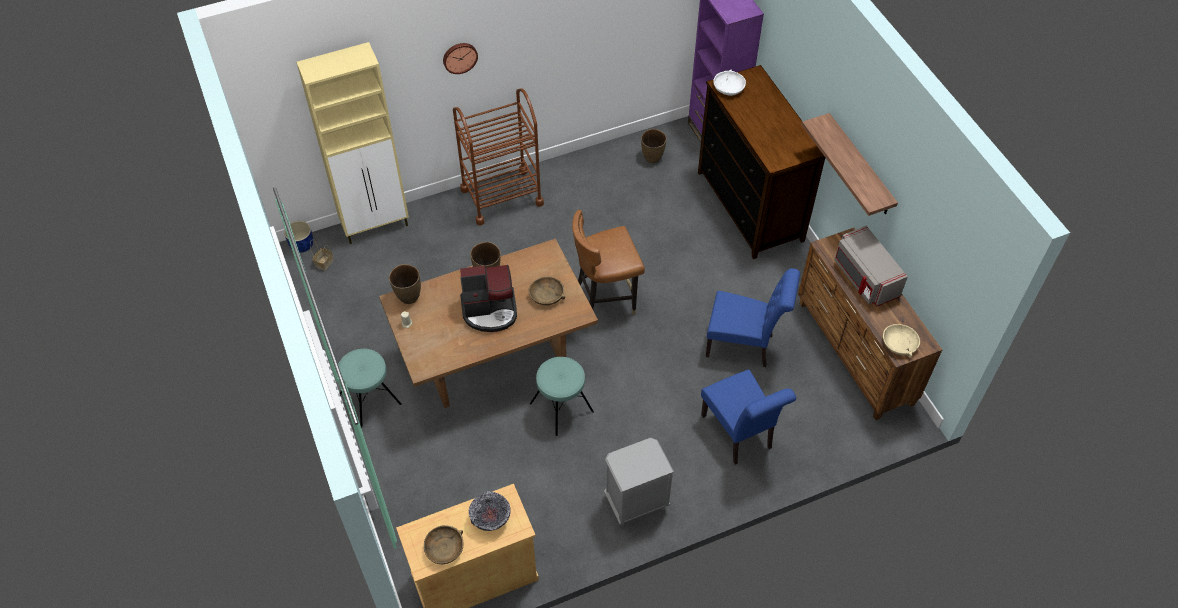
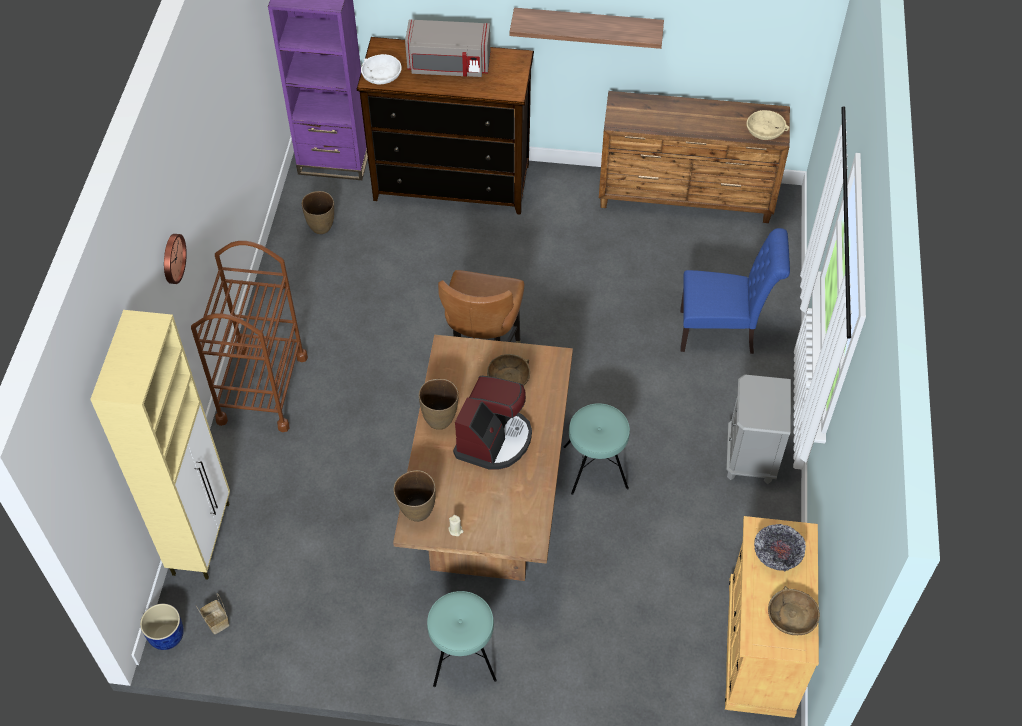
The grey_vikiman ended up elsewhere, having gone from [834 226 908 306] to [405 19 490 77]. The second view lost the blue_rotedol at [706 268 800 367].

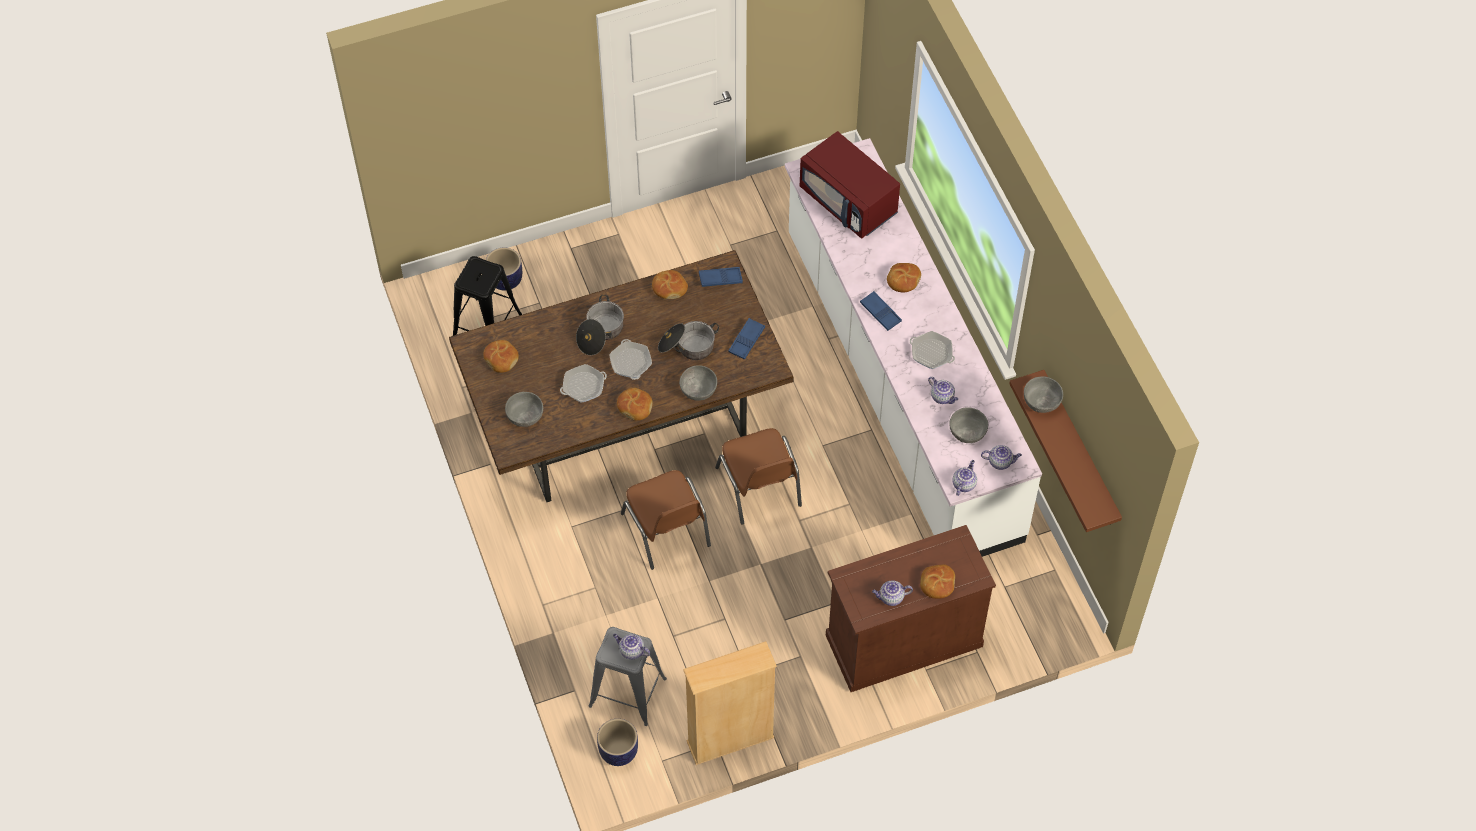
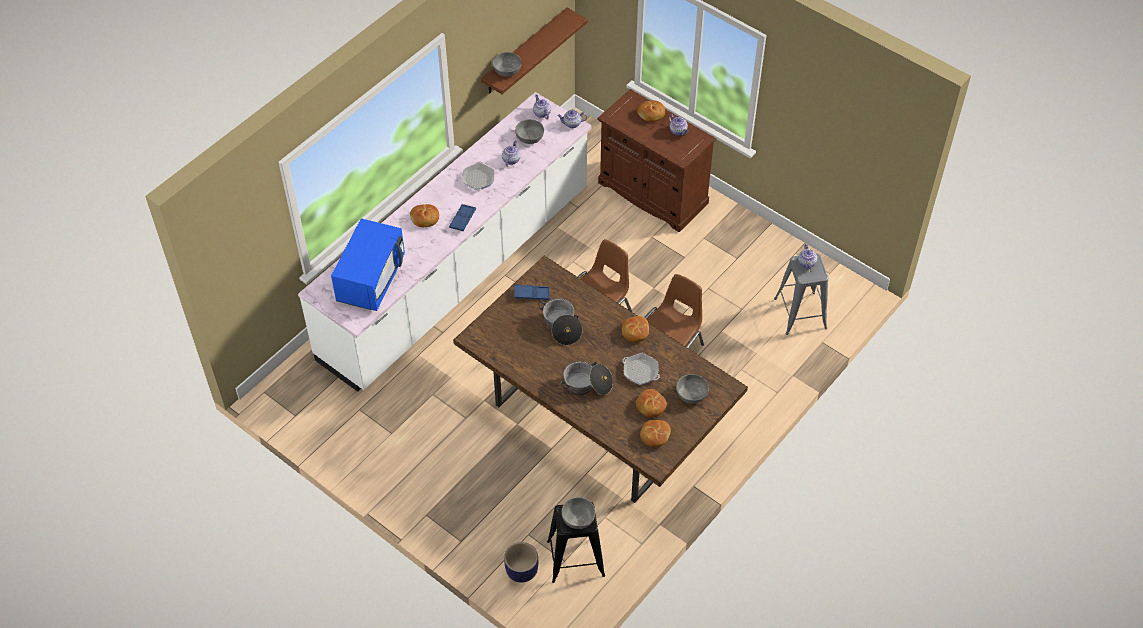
What was the red_vikiman at [800 131 900 239] turned into the blue_vikiman at [331 219 405 311]. The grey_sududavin ended up elsewhere, having gone from [679 365 717 401] to [561 497 595 529]. The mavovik ended up elsewhere, having gone from [652 270 688 299] to [636 389 667 417]. The second view lost the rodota at [597 719 638 766]. The second view lost the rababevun at [609 339 652 380]. The second view lost the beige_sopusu at [683 641 777 765]. The second view lost the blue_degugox at [699 267 743 287].

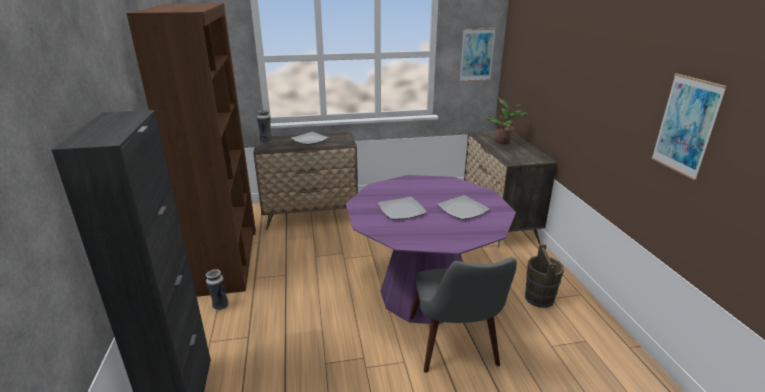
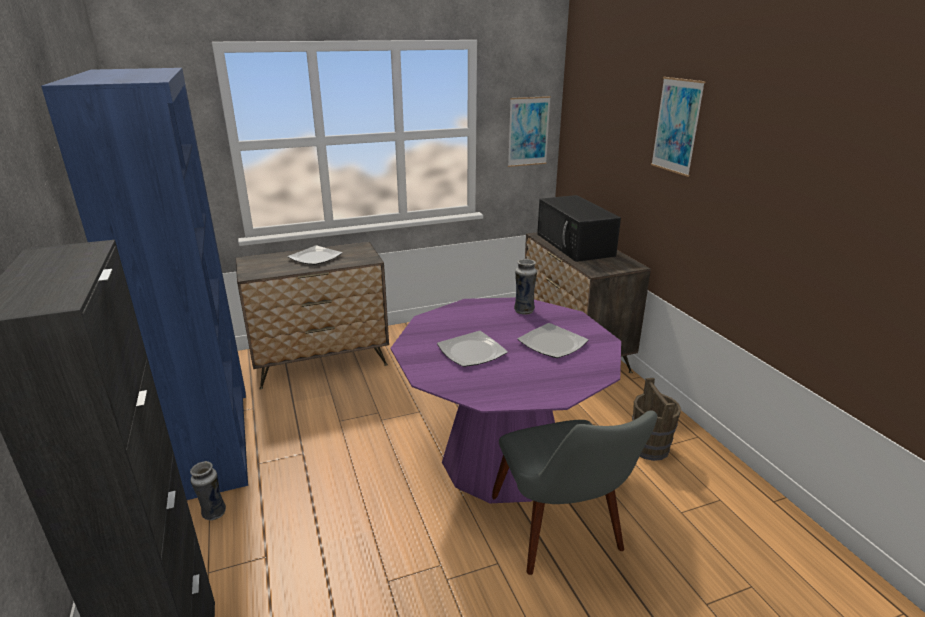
What was the brown_sopusu at [126 3 256 297] turned into the blue_sopusu at [41 68 248 500]. The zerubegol ended up elsewhere, having gone from [257 110 272 144] to [514 259 537 315]. Where the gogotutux stood at [487 98 527 144], the black_vikiman came to stand at [537 195 621 262]. The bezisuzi ended up elsewhere, having gone from [651 73 728 180] to [651 77 706 177].

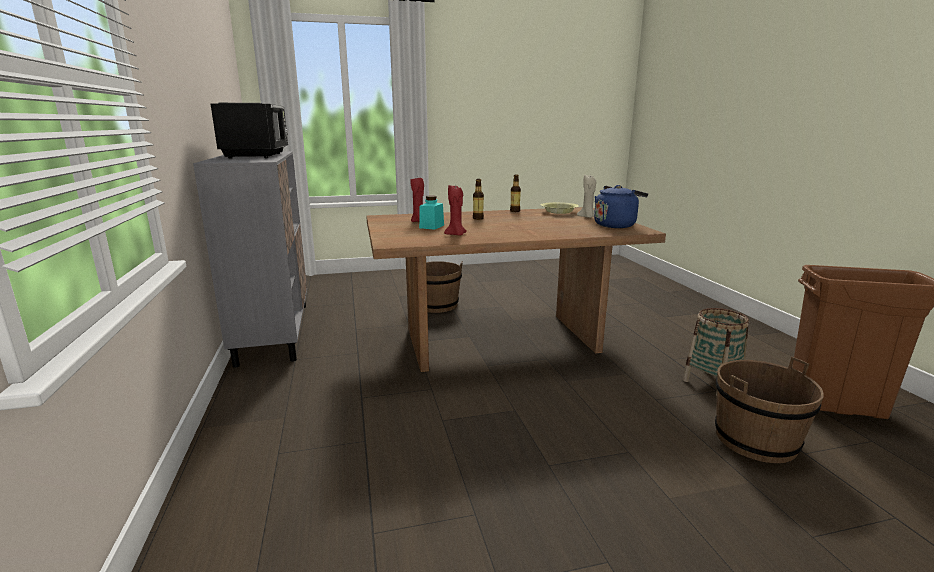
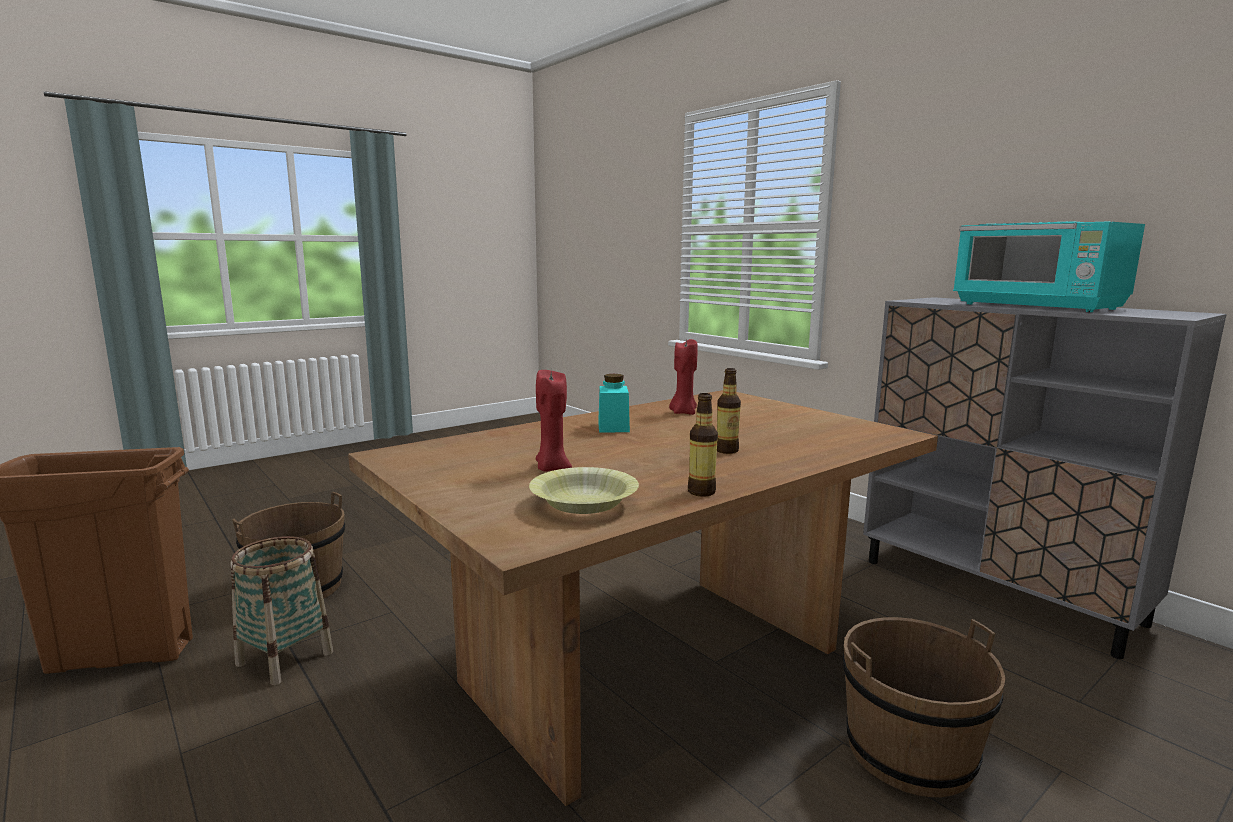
The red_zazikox ended up elsewhere, having gone from [410 178 424 222] to [536 370 572 471]. The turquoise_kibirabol ended up elsewhere, having gone from [419 195 444 230] to [598 374 630 432]. What was the black_vikiman at [210 103 288 159] turned into the turquoise_vikiman at [953 221 1145 312]. The second view lost the beige_zazikox at [577 175 596 218]. The second view lost the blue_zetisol at [594 185 648 228].

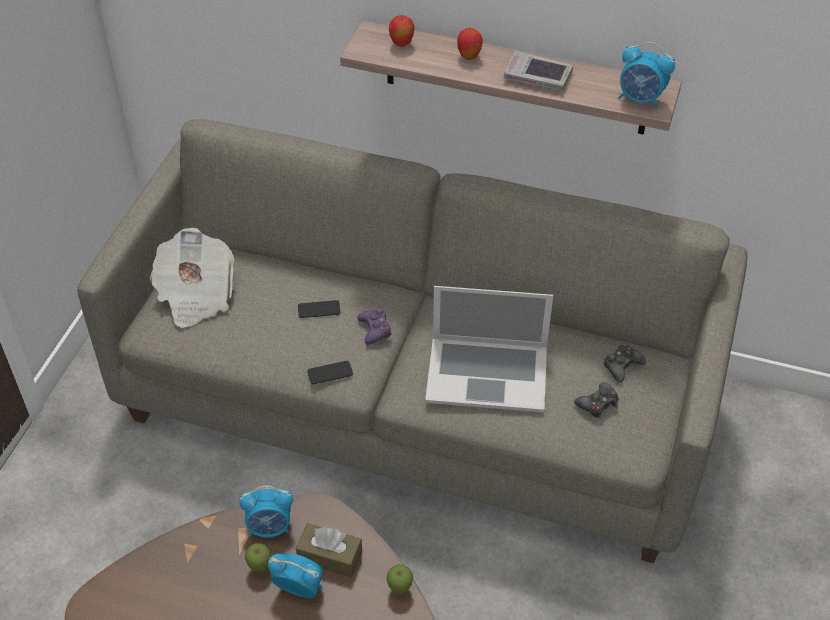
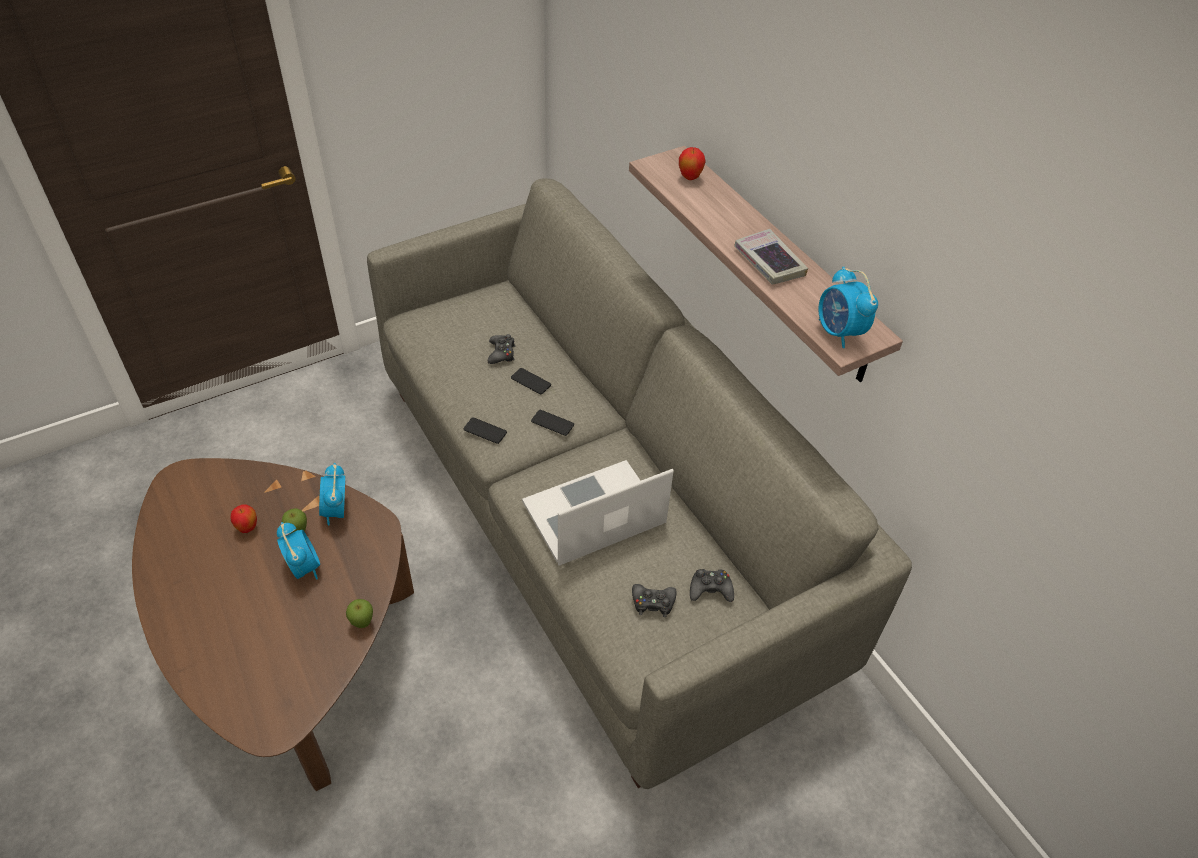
The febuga ended up elsewhere, having gone from [457 28 483 60] to [230 504 257 533]. The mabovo at [239 485 293 538] ended up facing another way, 45 degrees clockwise from before. The second view gained the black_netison at [488 334 515 364]. The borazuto at [425 286 553 413] ended up facing another way, 105 degrees clockwise from before. Where the purple_netison stood at [357 308 392 345], the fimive came to stand at [531 410 574 436]. The second view lost the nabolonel at [150 228 235 328]. The second view lost the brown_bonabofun at [296 523 362 578].

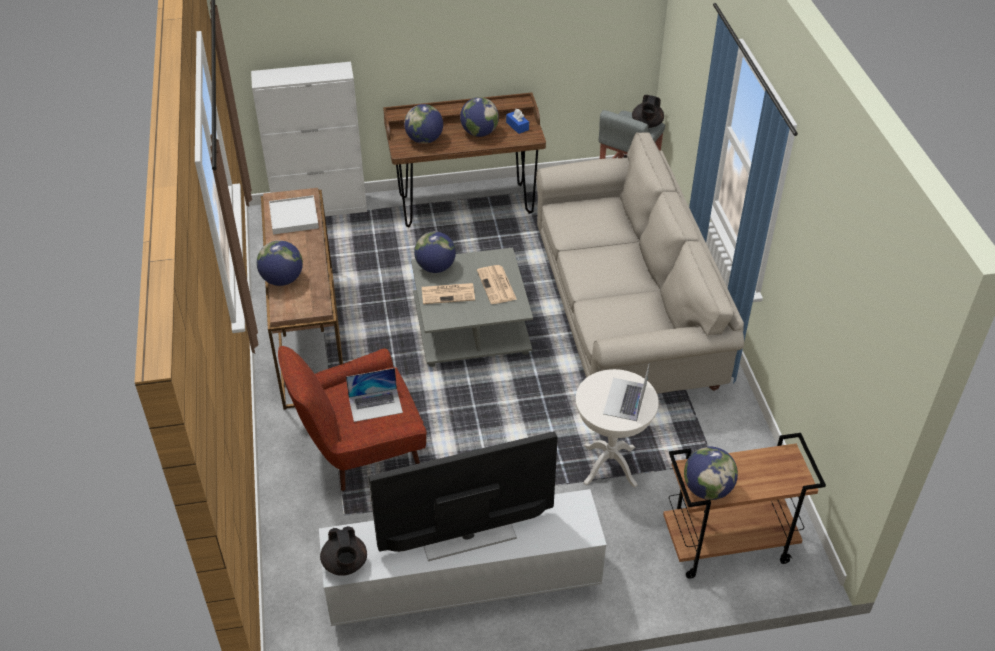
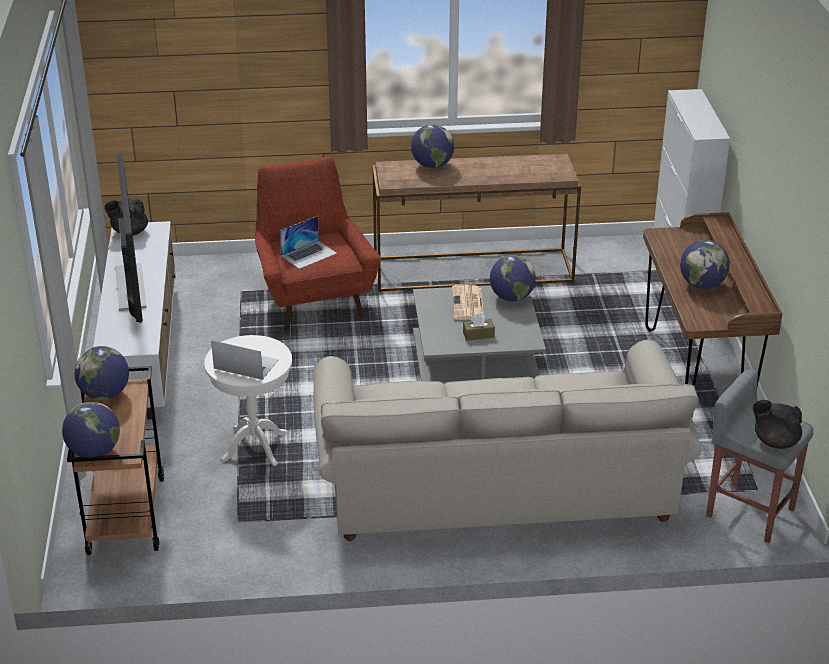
The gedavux ended up elsewhere, having gone from [404 104 443 144] to [62 402 120 457]. The borazuto at [346 368 403 422] ended up facing another way, 120 degrees counterclockwise from before. Where the nabolonel stood at [477 265 517 304], the brown_bonabofun came to stand at [463 313 495 341]. The second view lost the white_degugox at [269 195 319 234]. The second view lost the blue_bonabofun at [506 109 529 134].

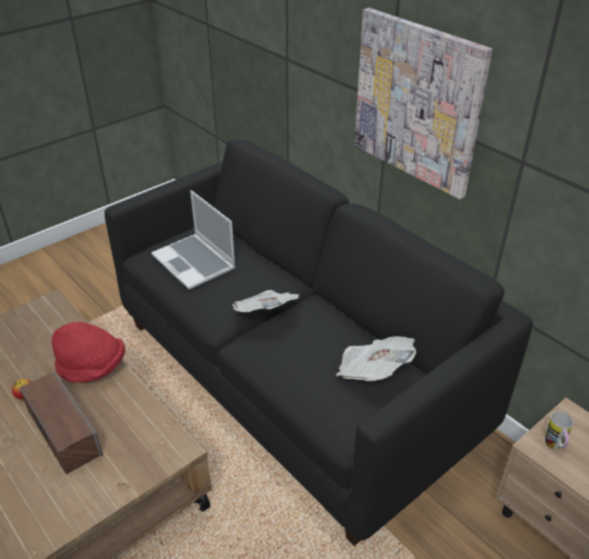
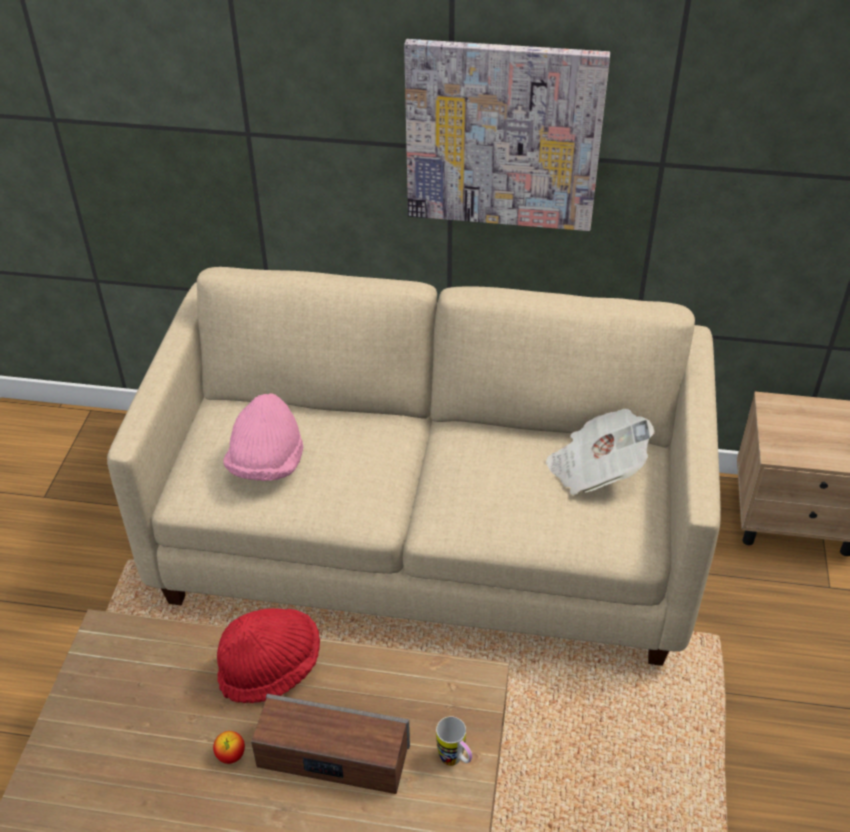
What was the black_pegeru at [105 139 533 546] turned into the beige_pegeru at [107 267 721 666]. Where the borazuto stood at [151 190 236 290], the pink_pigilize came to stand at [223 393 303 481]. The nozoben ended up elsewhere, having gone from [545 411 574 449] to [436 716 472 766]. The second view lost the nabolonel at [233 290 299 312].

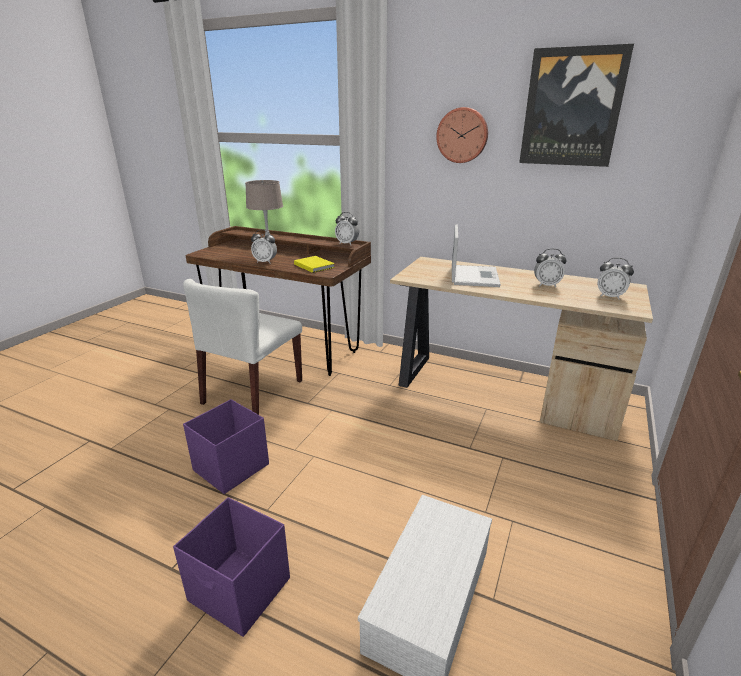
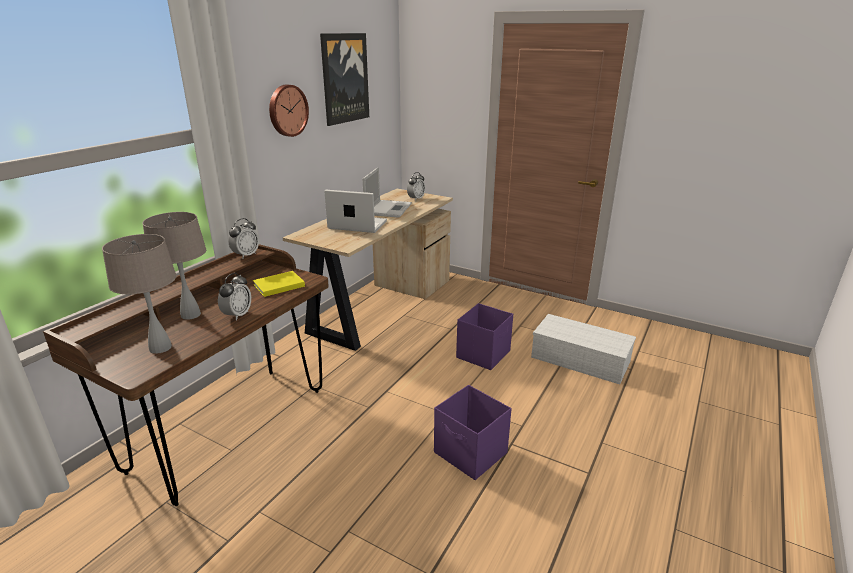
The second view gained the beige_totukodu at [102 234 177 354]. Where the mabovo stood at [534 248 567 287], the borazuto came to stand at [362 167 412 218]. The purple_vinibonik ended up elsewhere, having gone from [173 497 290 637] to [456 303 513 370]. The second view lost the white_rotedol at [183 279 302 415].

